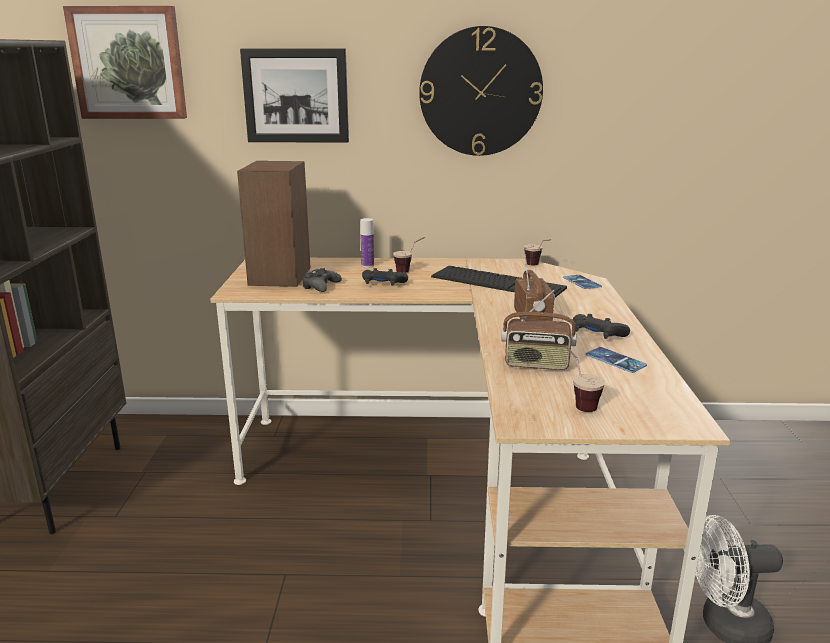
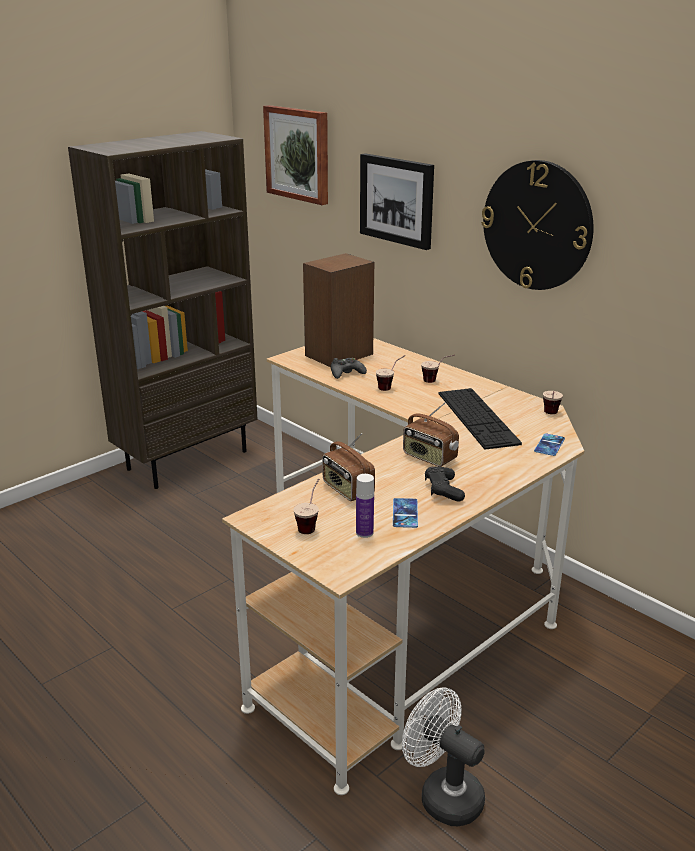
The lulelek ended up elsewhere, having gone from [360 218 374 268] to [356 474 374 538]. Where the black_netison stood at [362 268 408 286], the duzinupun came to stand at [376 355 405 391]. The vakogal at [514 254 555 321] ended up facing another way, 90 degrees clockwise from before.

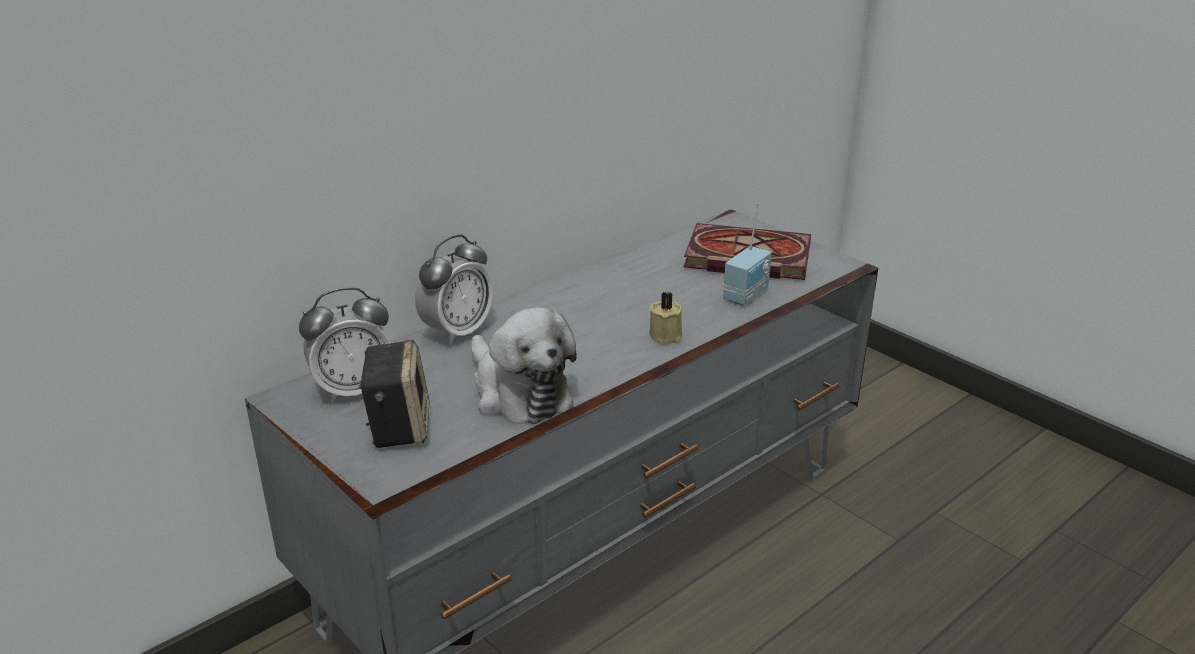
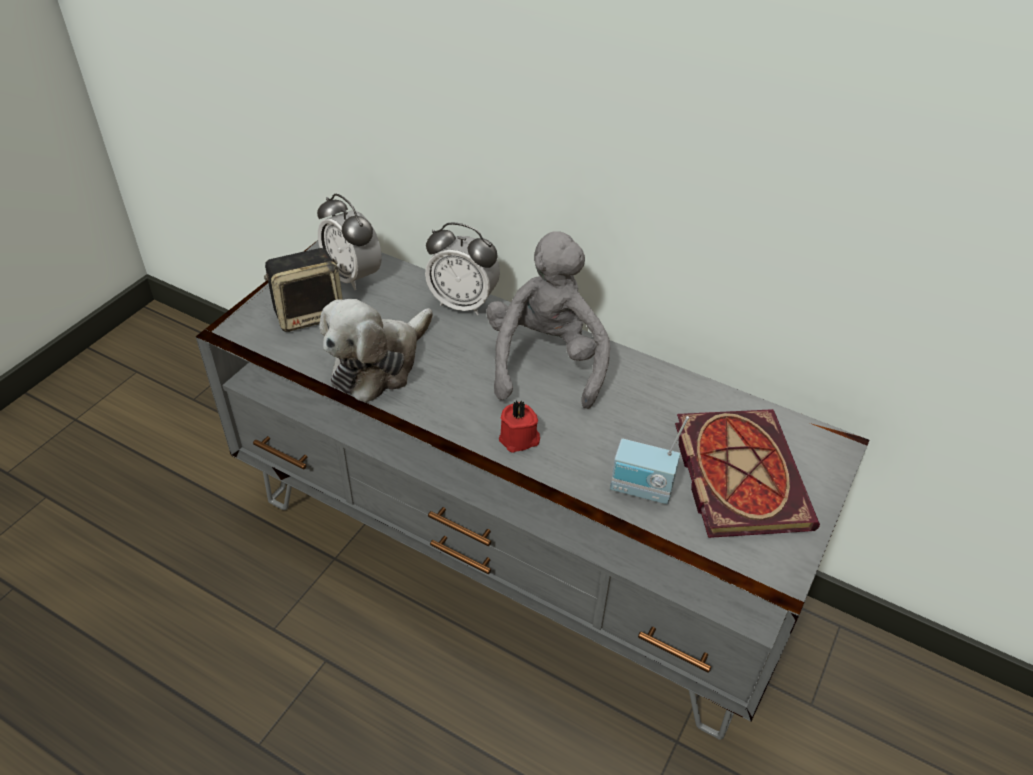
The second view gained the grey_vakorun at [486 231 610 409]. What was the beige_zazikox at [649 292 682 345] turned into the red_zazikox at [499 401 540 452].

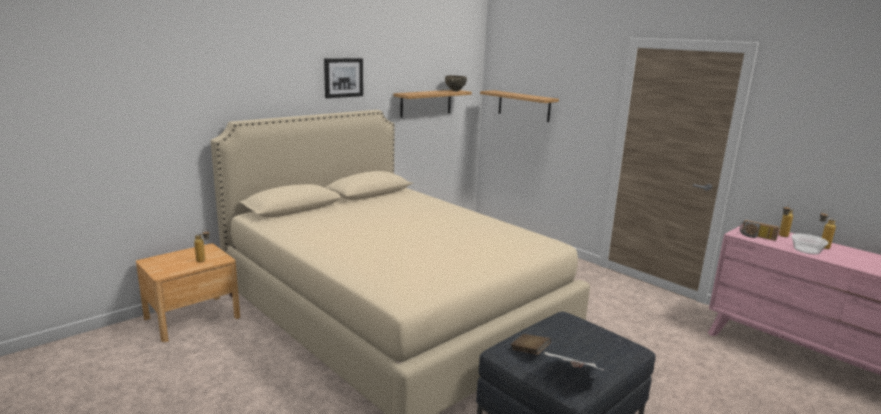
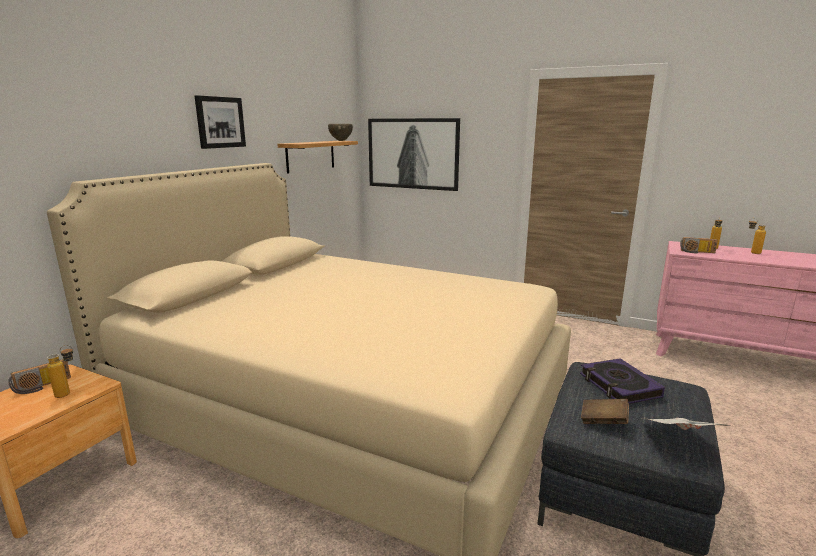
The second view gained the vakogal at [8 359 71 394]. Where the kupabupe hung at [480 90 559 122], the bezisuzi came to hang at [368 118 460 191]. The second view gained the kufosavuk at [580 358 665 404]. The second view lost the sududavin at [792 234 828 255].

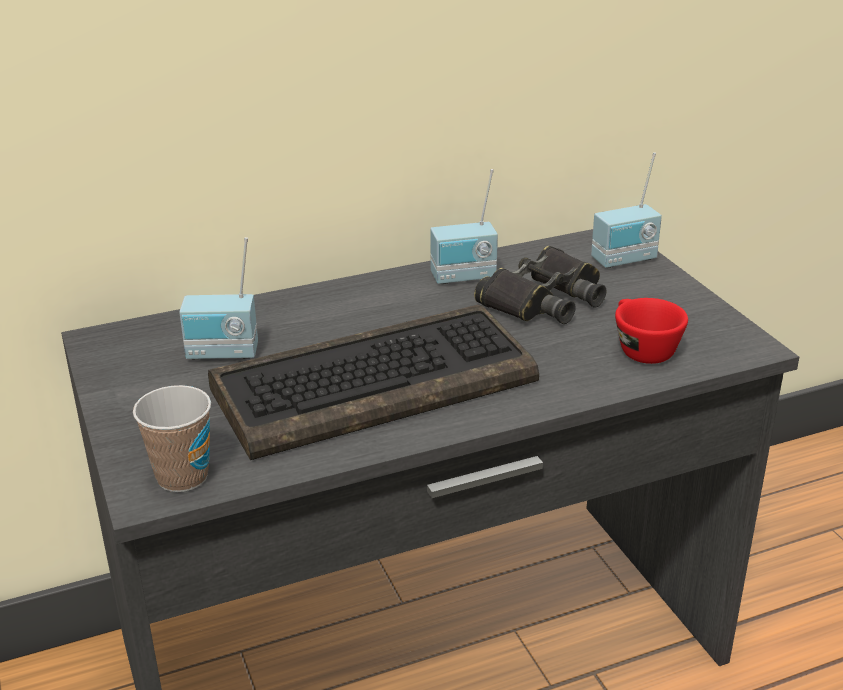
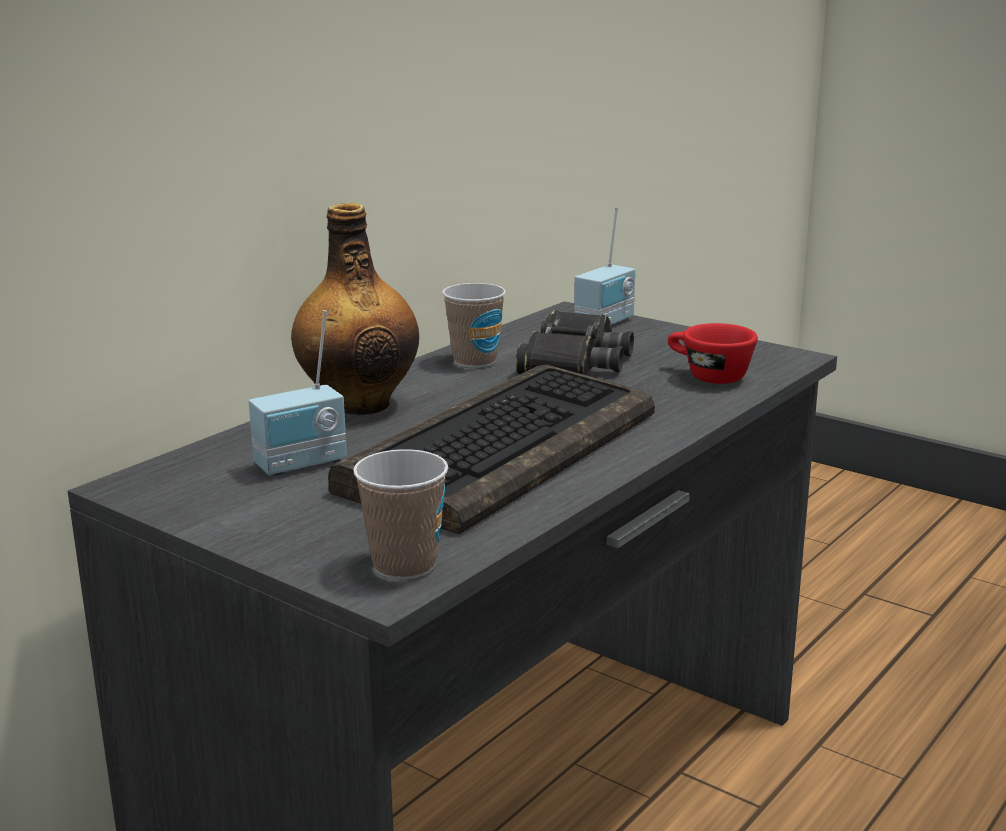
The second view gained the lulelek at [291 203 419 415]. Where the vakogal stood at [430 169 498 284], the duzinupun came to stand at [442 283 506 368].

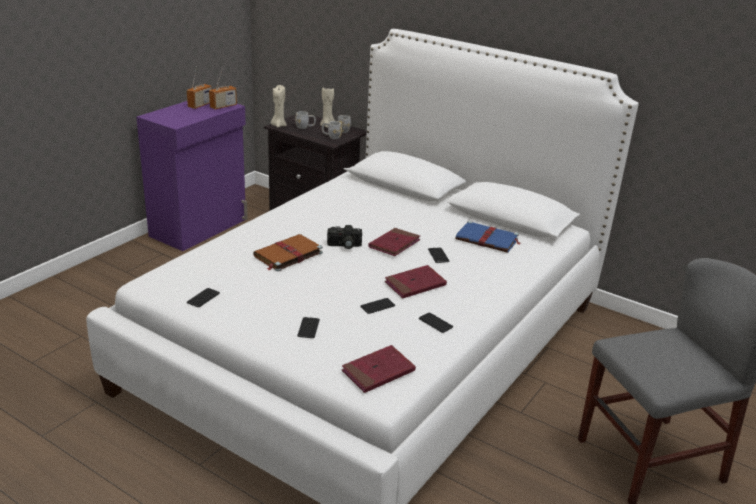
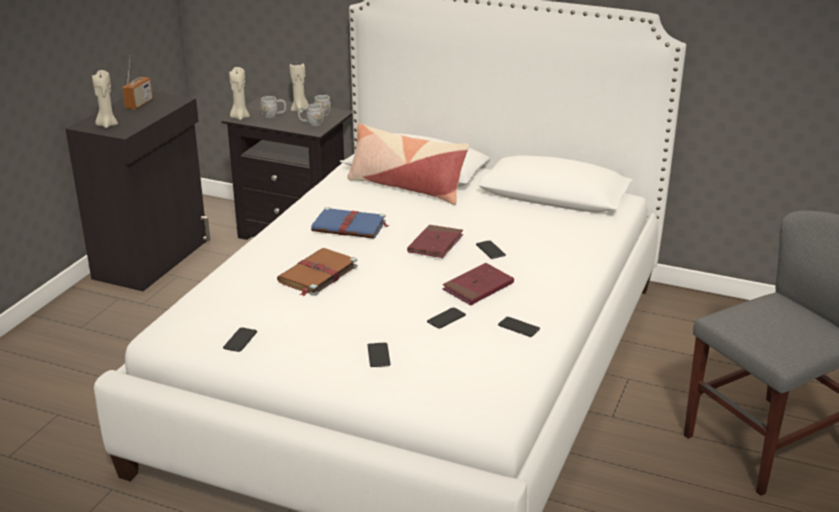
What was the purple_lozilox at [136 101 248 251] turned into the black_lozilox at [66 91 210 291]. The second view gained the beige_zazikox at [92 70 118 128]. The blue_kufosavuk ended up elsewhere, having gone from [456 221 519 253] to [311 207 389 239]. The second view gained the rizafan at [347 123 469 205]. The second view lost the vakogal at [209 67 237 109]. The second view lost the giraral at [327 225 362 249]. The second view lost the red_kufosavuk at [342 345 416 393].

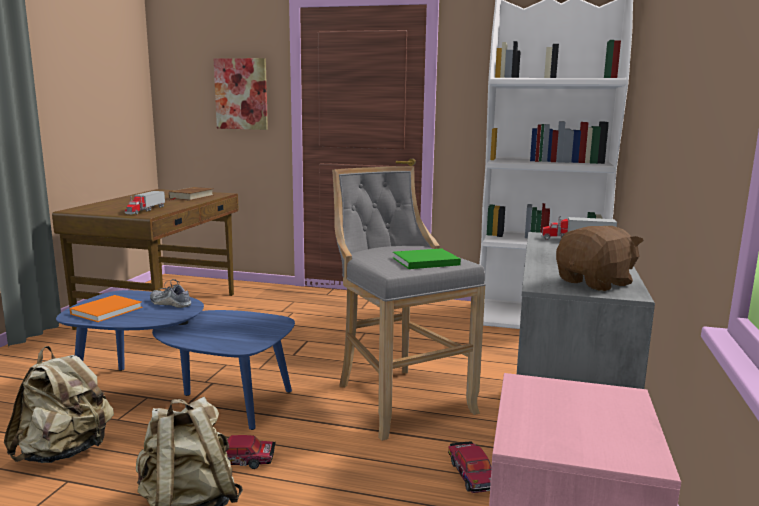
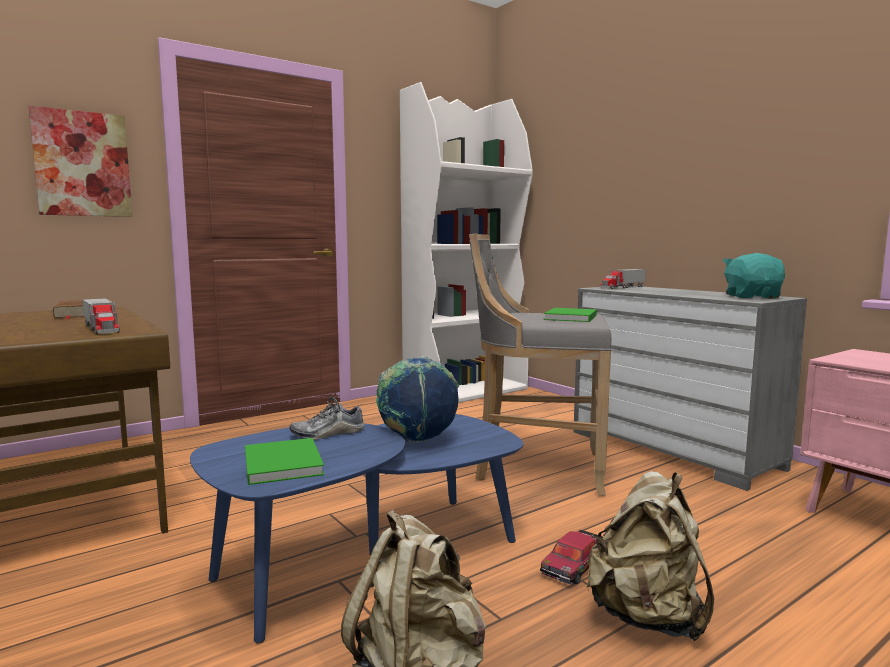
What was the orange_kufosavuk at [70 295 142 322] turned into the green_kufosavuk at [245 438 324 485]. The second view gained the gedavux at [376 356 459 443]. What was the brown_vakorun at [556 226 644 291] turned into the turquoise_vakorun at [723 253 785 298]. The second view lost the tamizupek at [448 441 492 493].

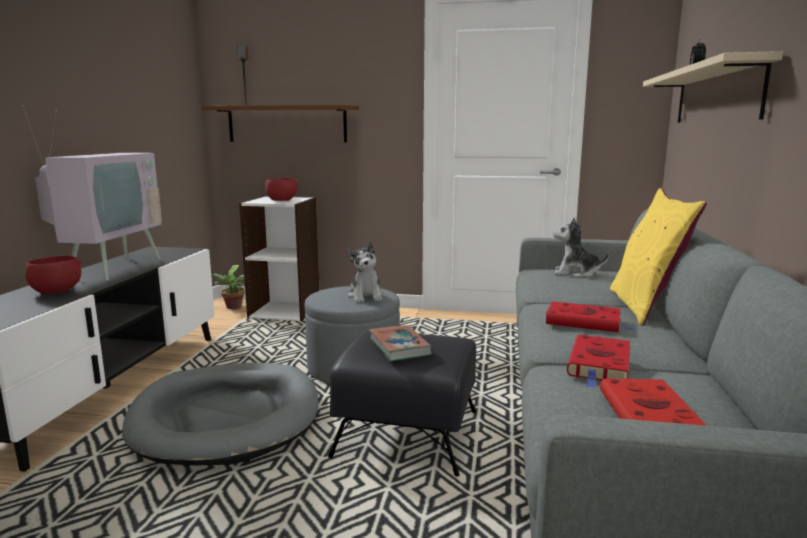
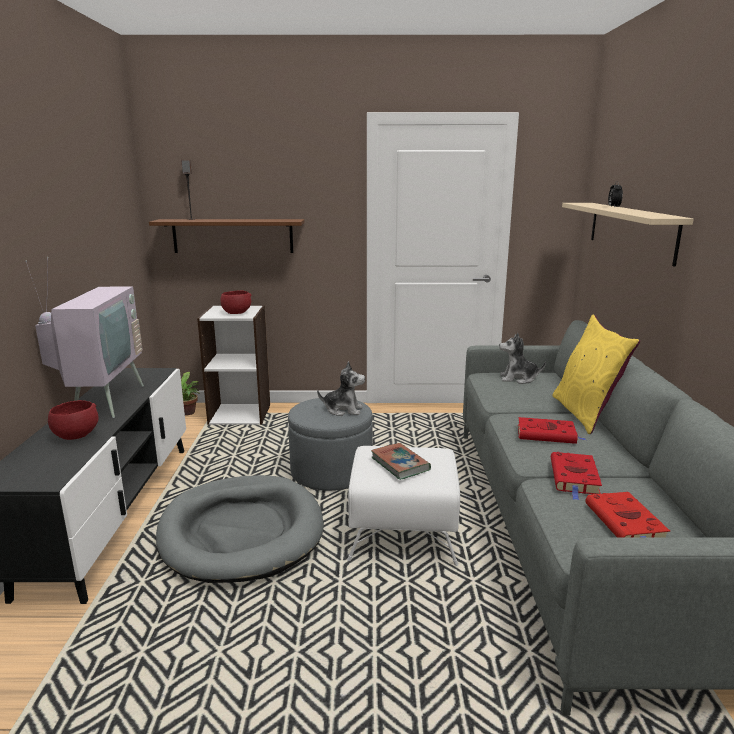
The vakorun at [347 241 384 302] ended up facing another way, 60 degrees counterclockwise from before. What was the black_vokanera at [328 330 476 477] turned into the white_vokanera at [347 446 460 566].

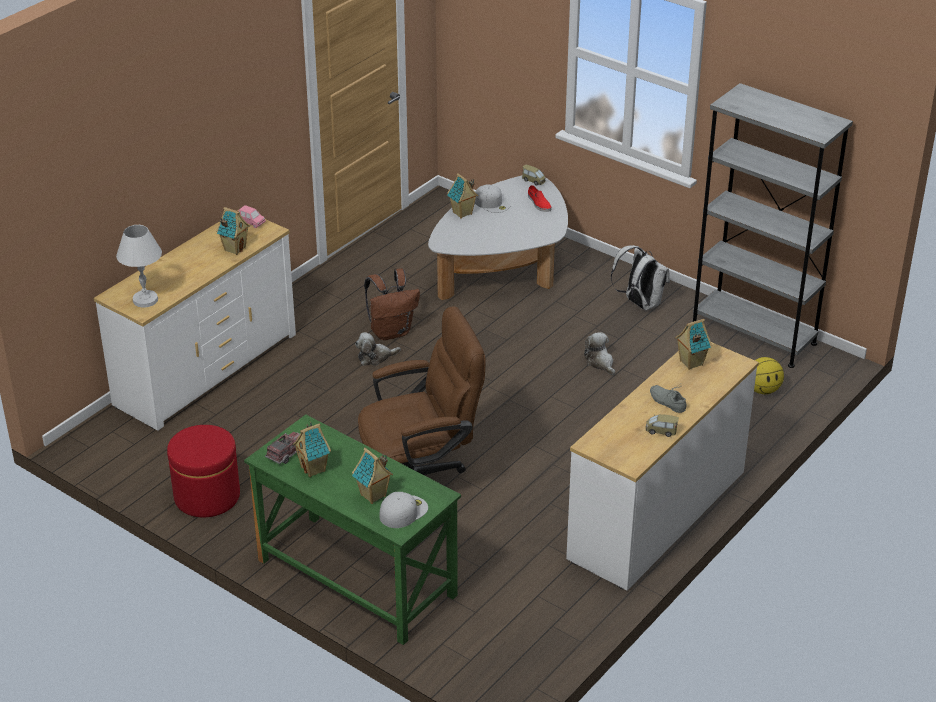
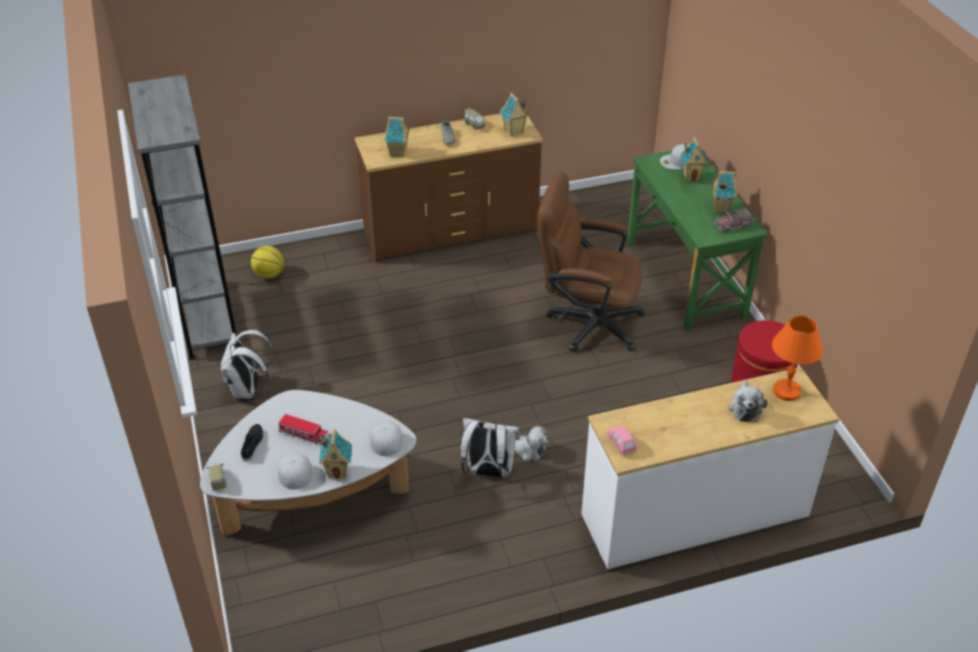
What was the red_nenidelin at [528 185 551 212] turned into the black_nenidelin at [241 424 263 462]. The second view gained the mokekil at [278 414 331 446]. What was the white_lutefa at [566 342 759 591] turned into the brown_lutefa at [355 114 543 263]. The second view gained the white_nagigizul at [370 421 403 456]. What was the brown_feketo at [364 269 420 340] turned into the white_feketo at [460 418 520 478]. The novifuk ended up elsewhere, having gone from [216 207 250 255] to [500 92 529 137]. The vakorun ended up elsewhere, having gone from [584 332 615 375] to [728 381 767 422]. What was the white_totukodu at [116 225 162 307] turned into the orange_totukodu at [772 316 823 401].

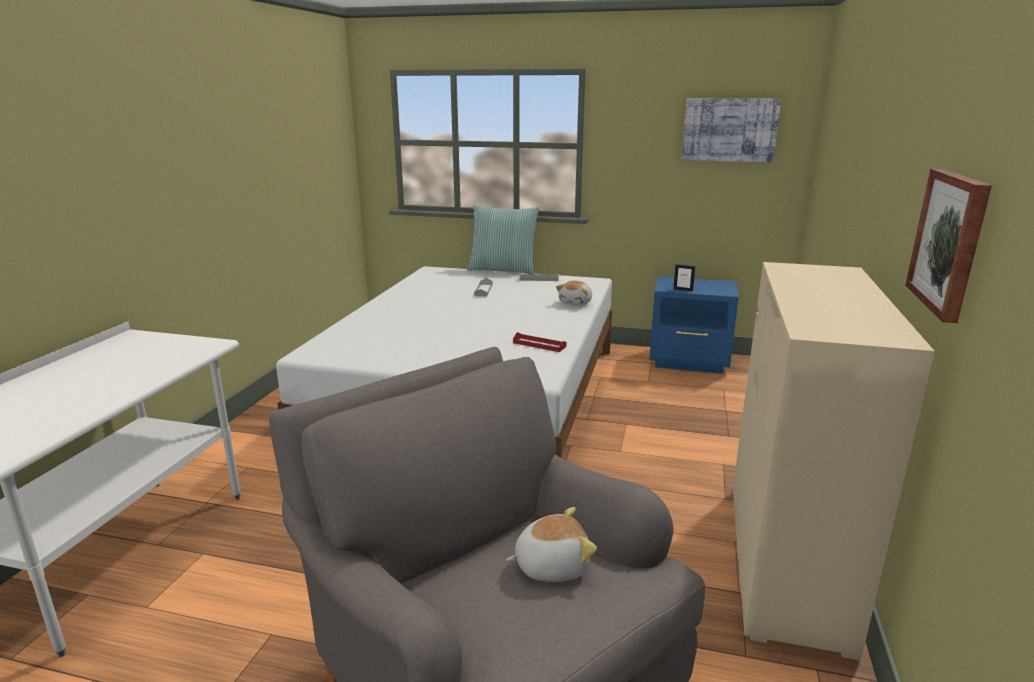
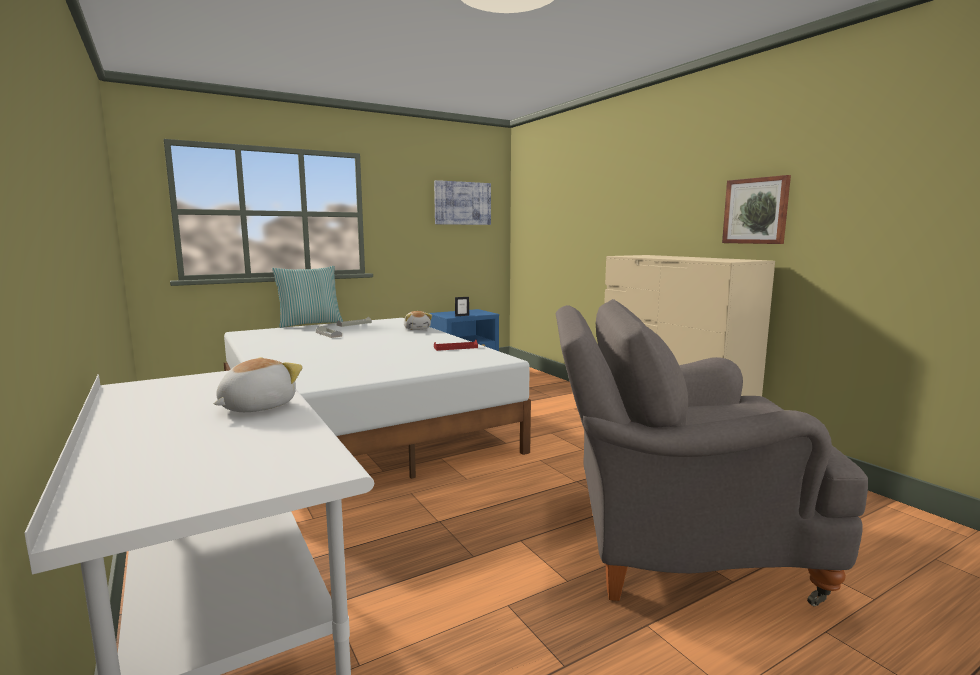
The vakorun ended up elsewhere, having gone from [506 507 597 582] to [214 357 303 412].

